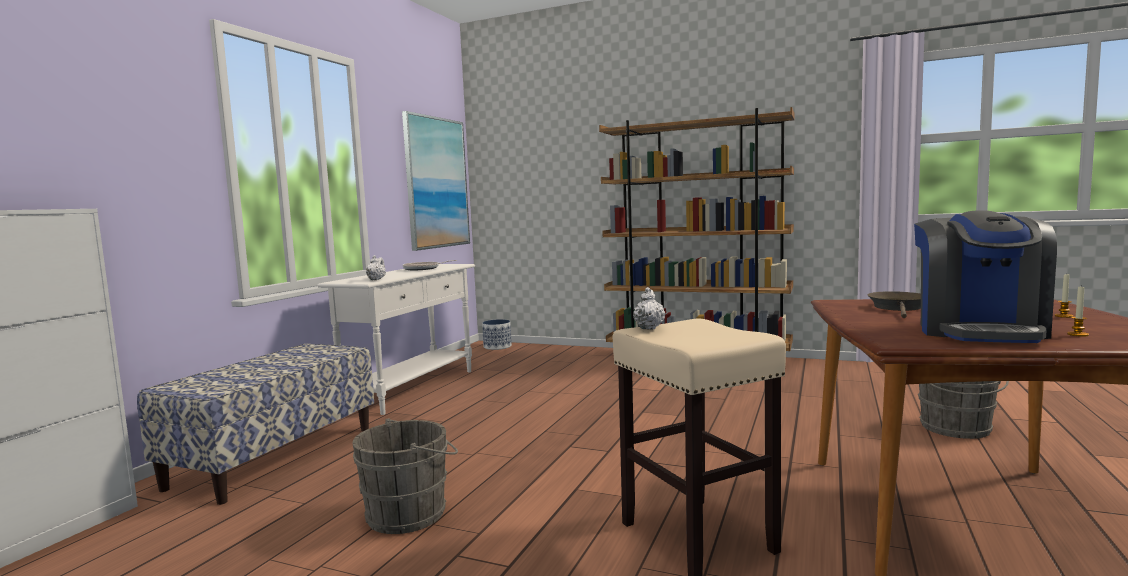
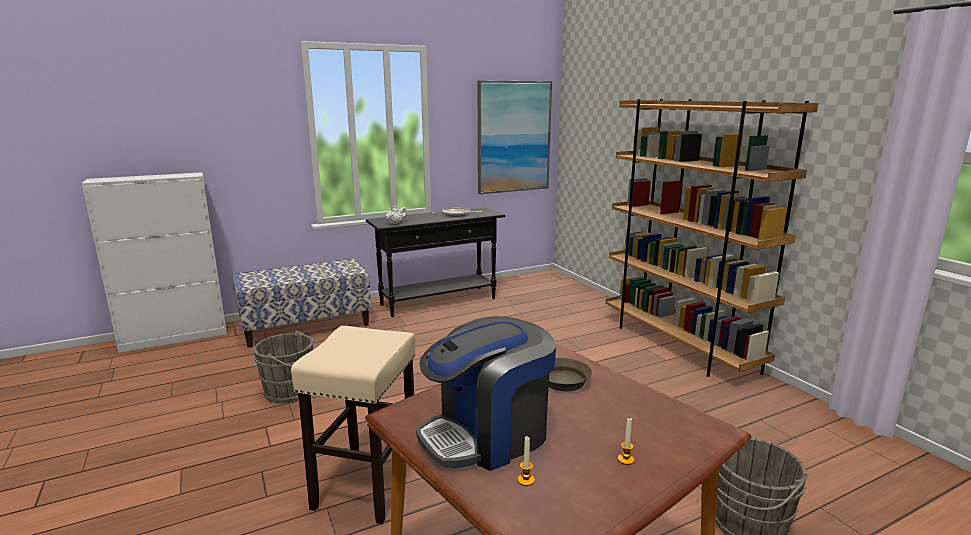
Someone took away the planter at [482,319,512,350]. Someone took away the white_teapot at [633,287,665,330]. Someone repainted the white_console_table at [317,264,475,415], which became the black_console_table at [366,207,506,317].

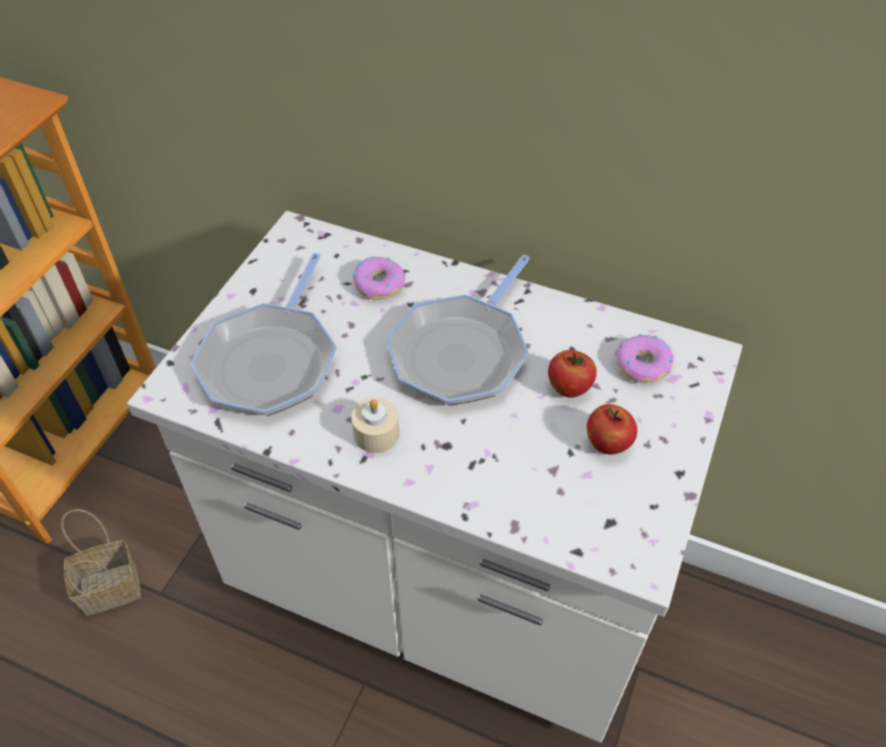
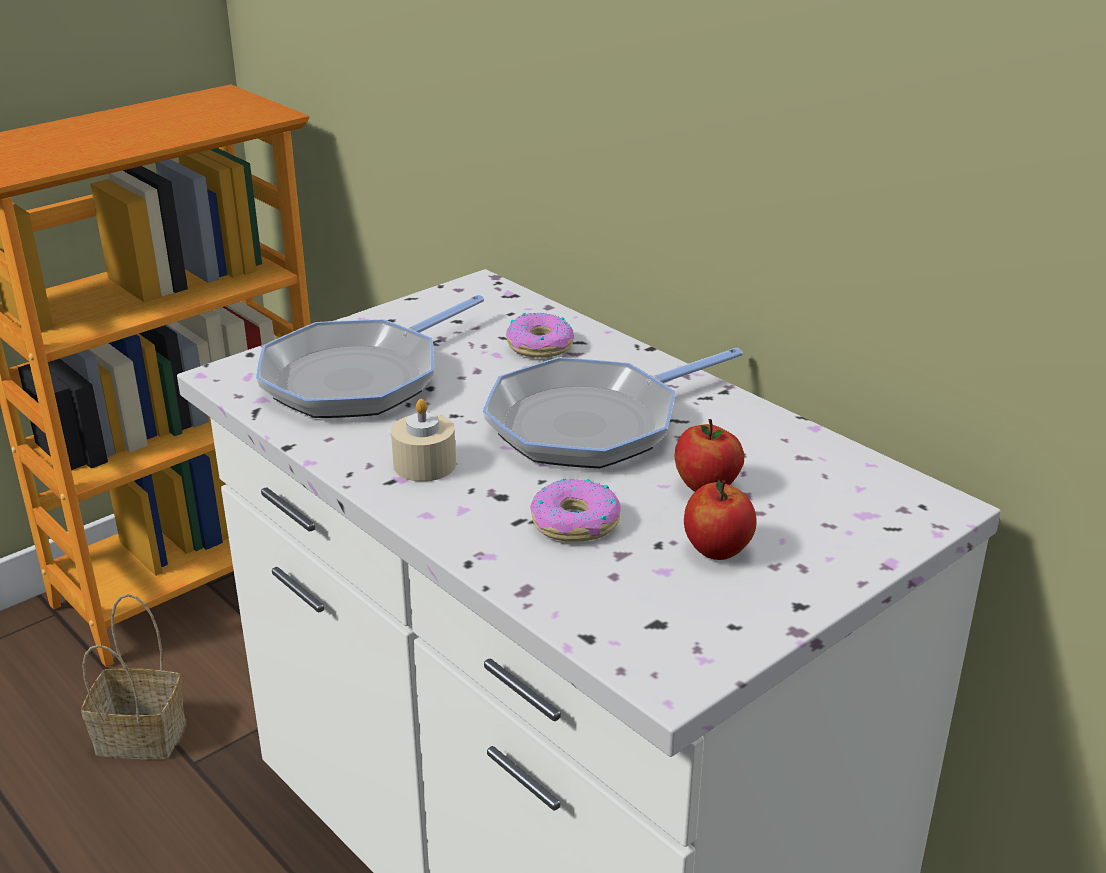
Someone carried the donut from [615,334,674,383] to [530,479,621,542].

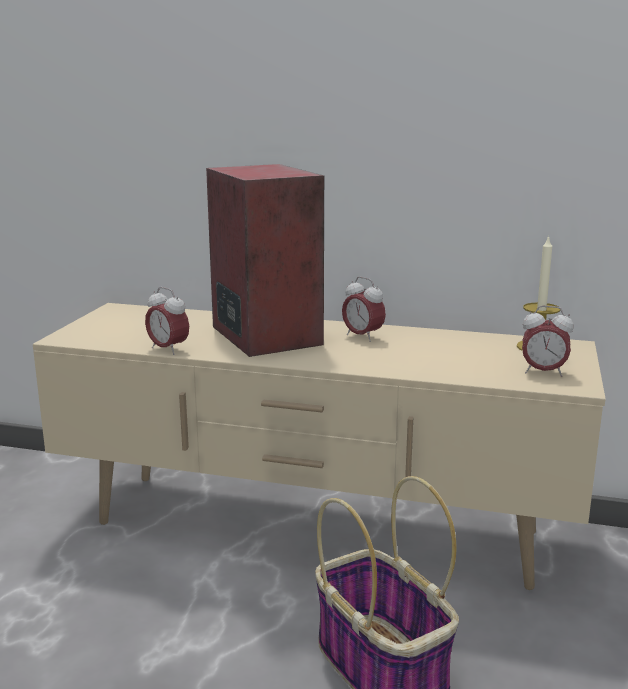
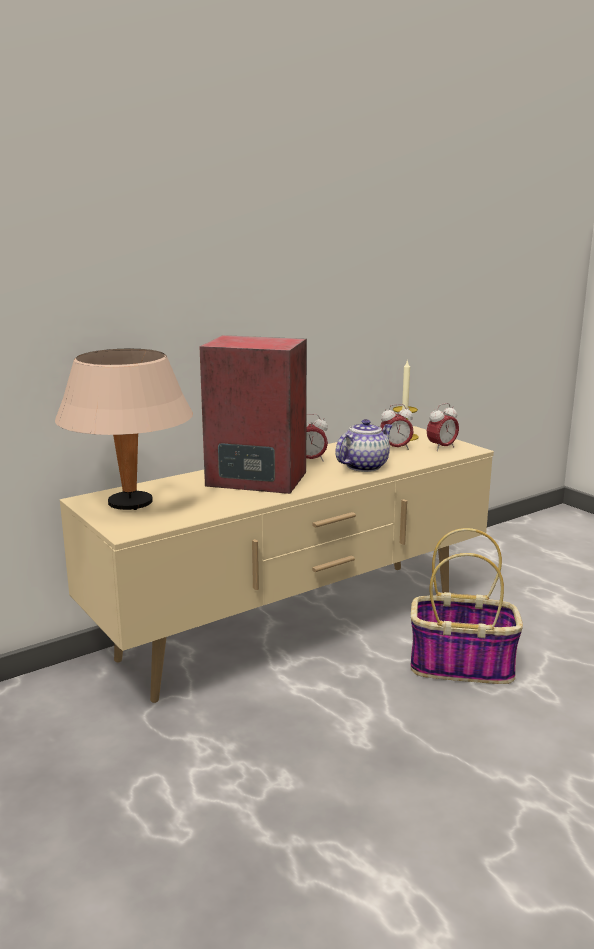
Someone put down the beige_table_lamp at [55,349,193,510]. Someone put down the teapot at [335,419,393,472]. Someone carried the alarm_clock from [145,287,189,355] to [380,404,414,450].

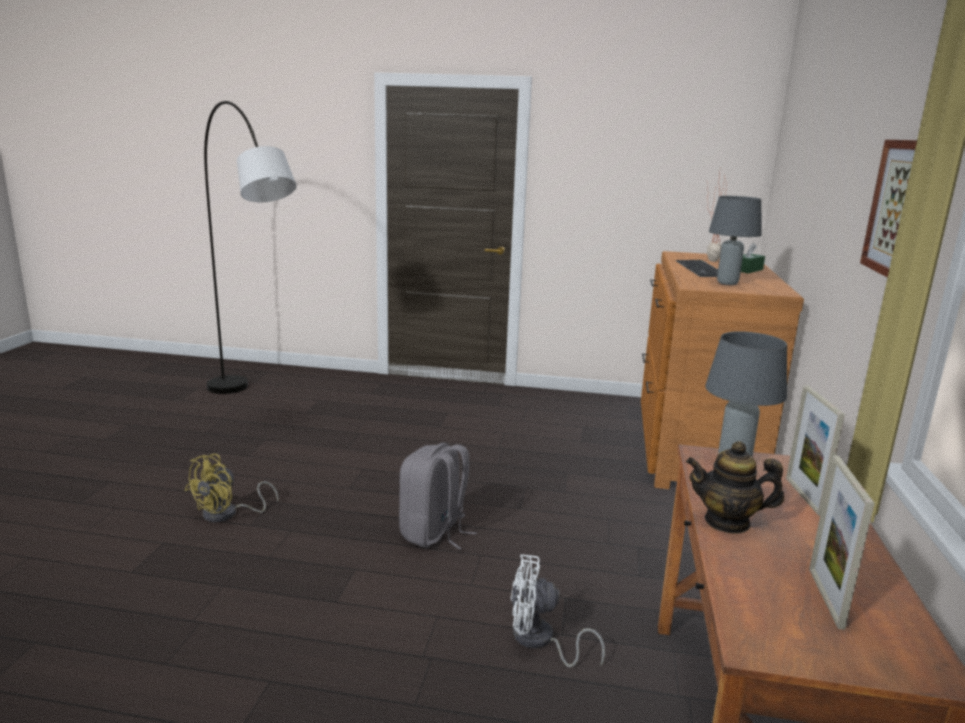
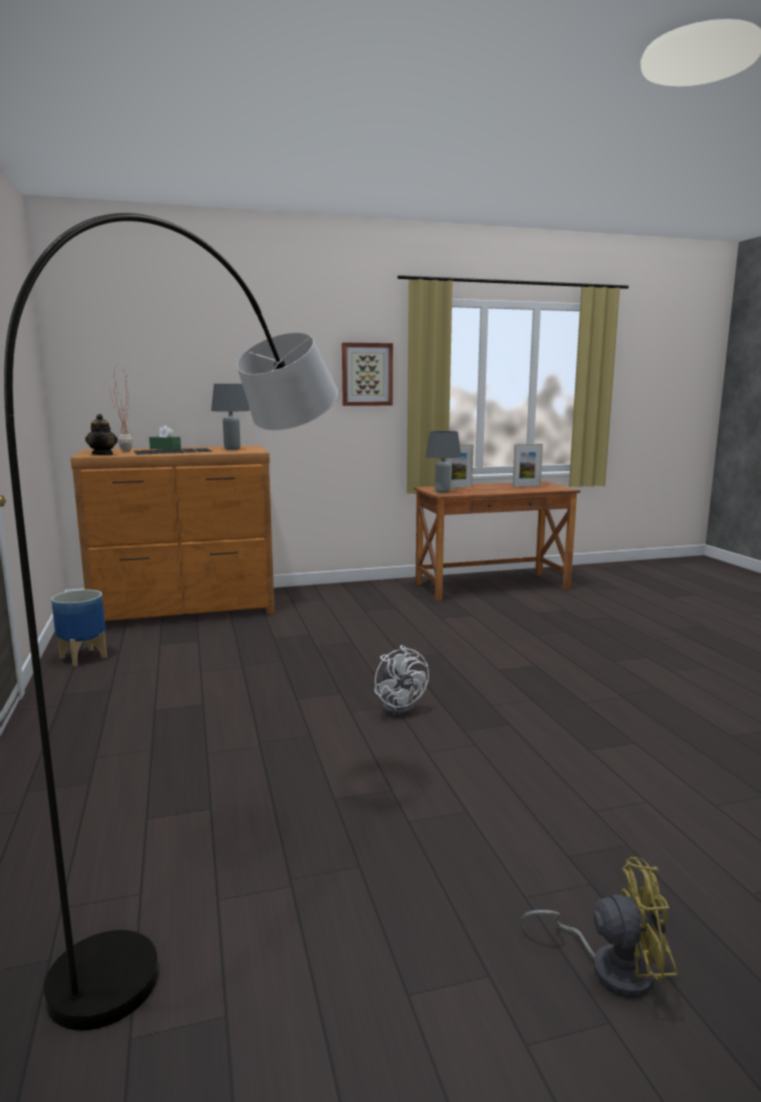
Someone took away the grey_backpack at [399,443,477,550]. Someone put down the planter at [51,589,107,667]. Someone carried the yellow_fan from [185,454,279,522] to [521,857,677,998]. Someone carried the white_fan from [511,554,605,667] to [374,645,429,717]. Someone carried the teapot from [686,441,784,534] to [85,414,118,455].

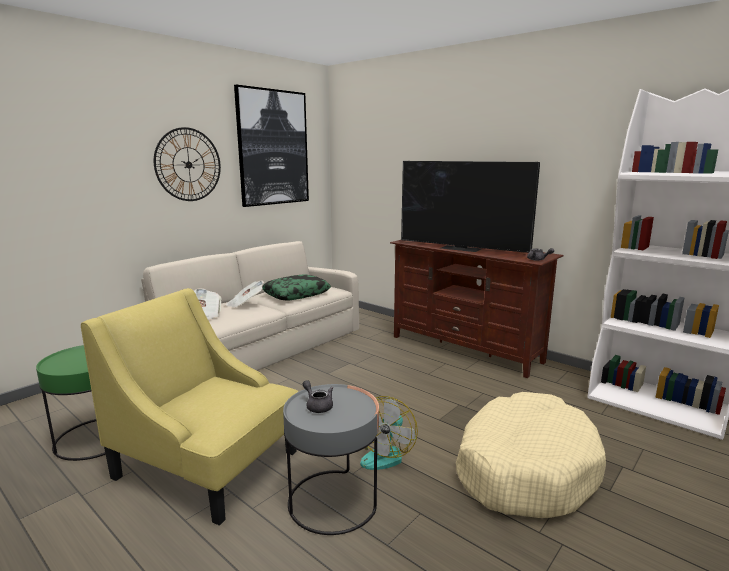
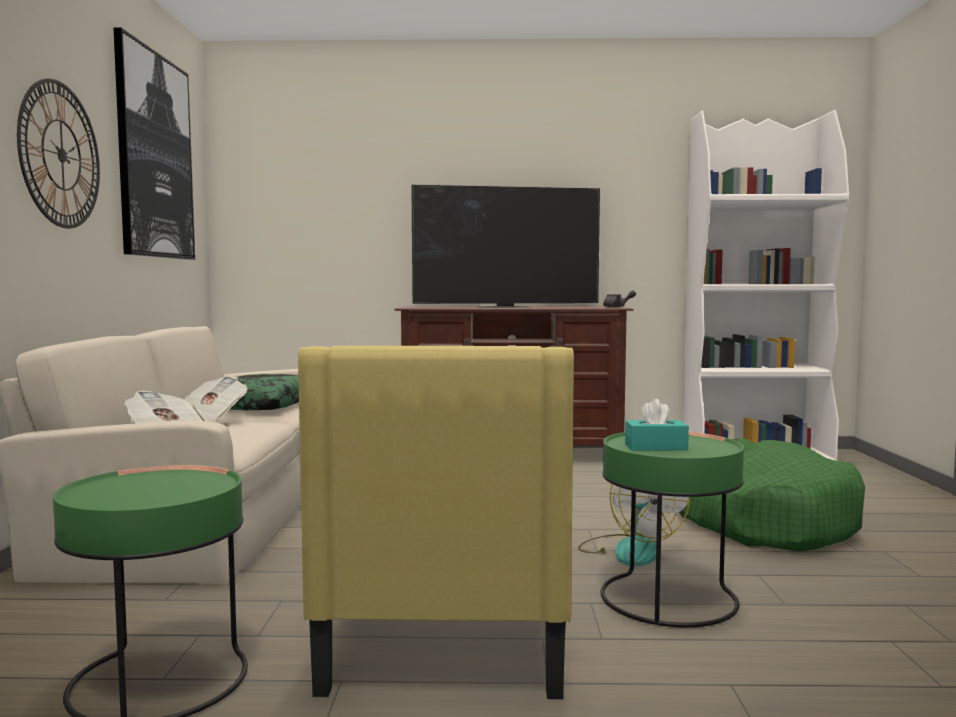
Someone swapped the grey_teapot at [303,380,333,413] for the turquoise_tissue_box at [625,399,689,451]. Someone repainted the grey_side_table at [283,384,379,535], which became the green_side_table at [601,432,744,627]. Someone repainted the beige_dog_bed at [456,392,606,518], which became the green_dog_bed at [679,438,865,552]. Someone rotated the yellow_armchair at [81,288,298,526] by 75 degrees counterclockwise.

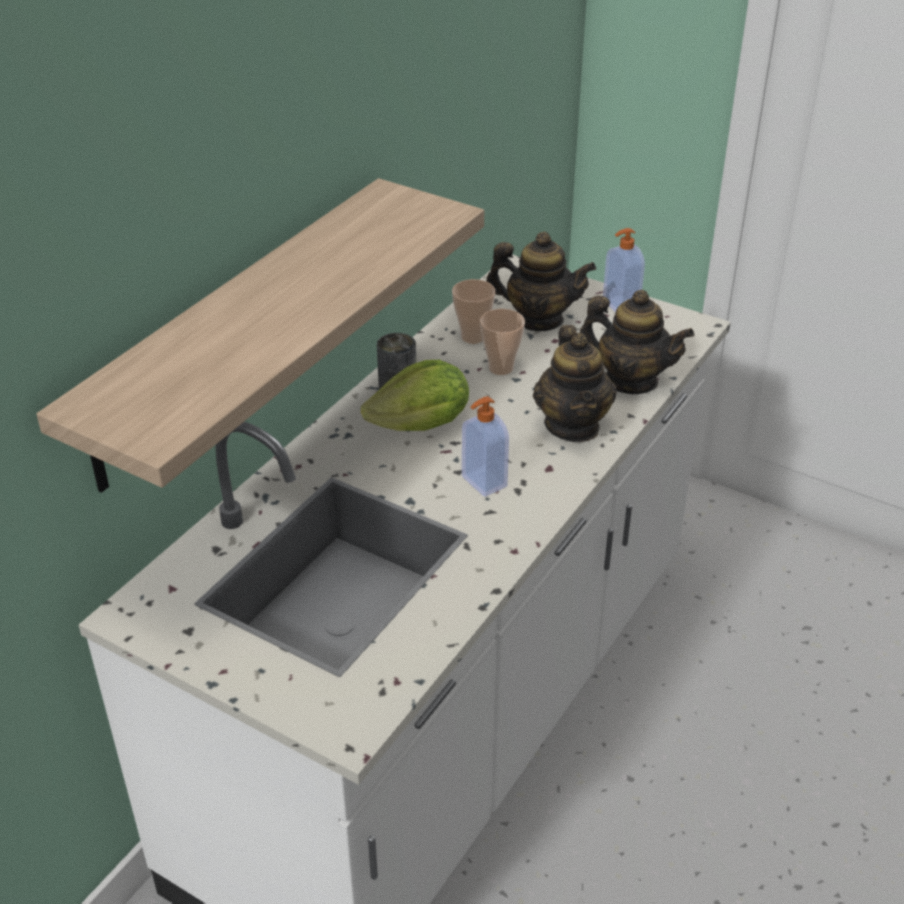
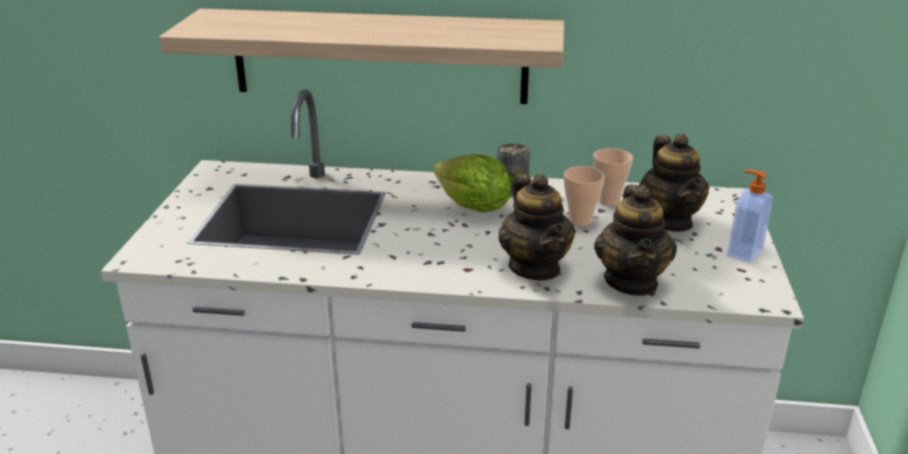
Someone took away the soap_dispenser at [462,396,509,497]. Someone rotated the teapot at [533,325,617,442] by 75 degrees counterclockwise.

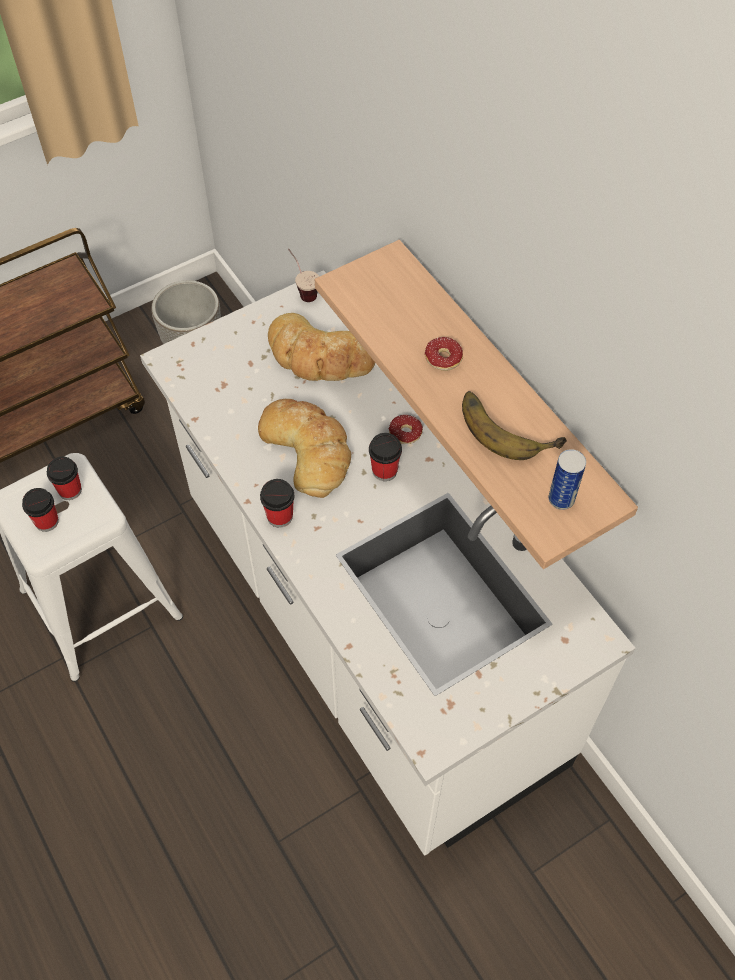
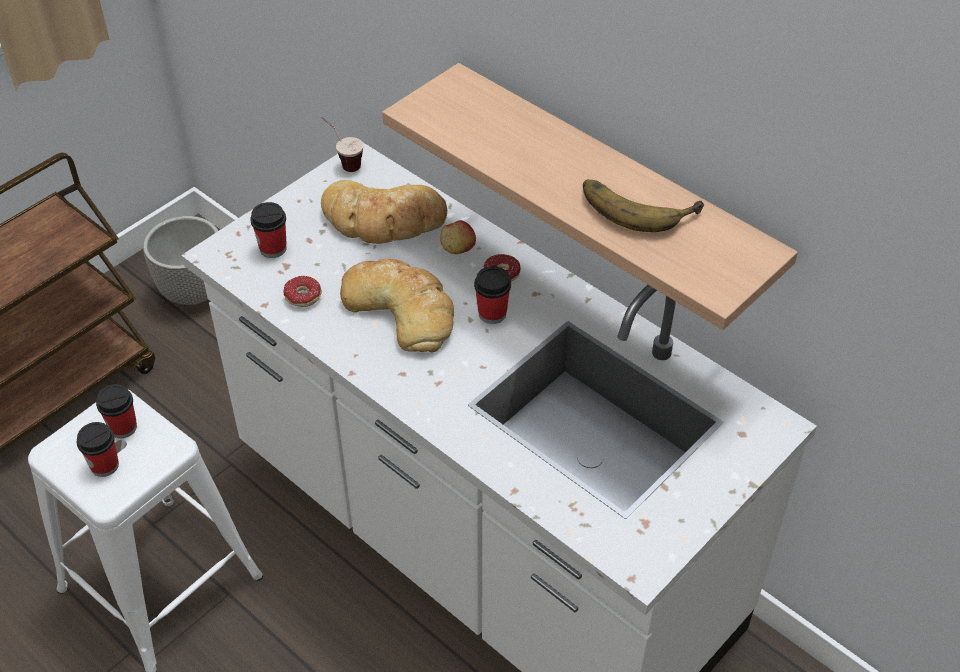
Someone took away the can at [549,449,586,510]. Someone put down the apple at [440,220,476,254]. Someone carried the cup from [260,479,295,528] to [250,202,287,258]. Someone carried the donut from [425,337,463,371] to [284,276,322,307].

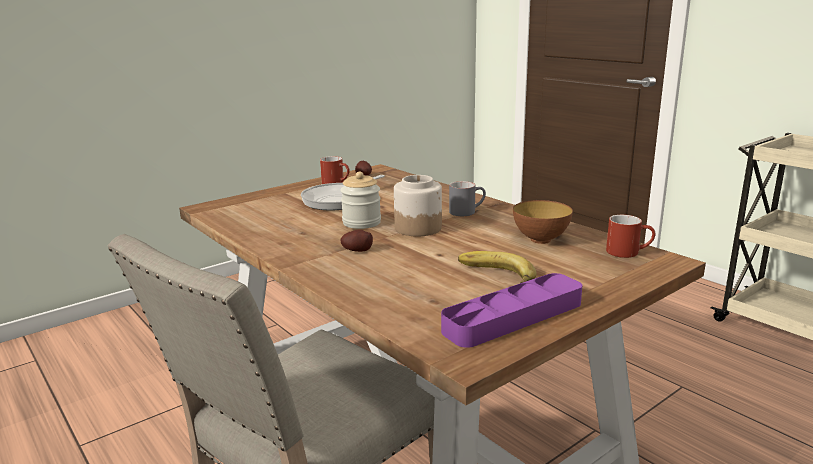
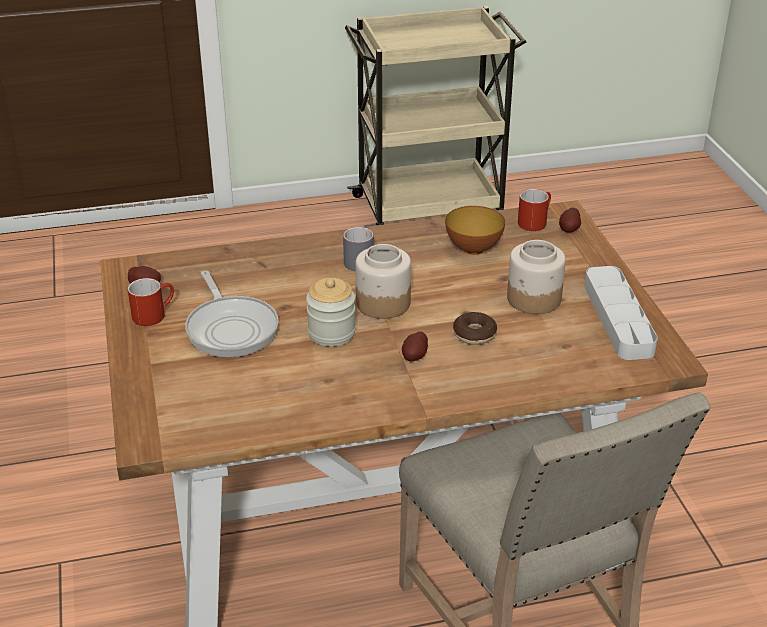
Someone put down the donut at [453,312,497,345]. Someone put down the potato at [559,208,581,233]. Someone swapped the banana at [458,251,537,283] for the jar at [507,240,566,314]. Someone repainted the purple_tray at [441,273,582,348], which became the grey_tray at [584,266,658,360].

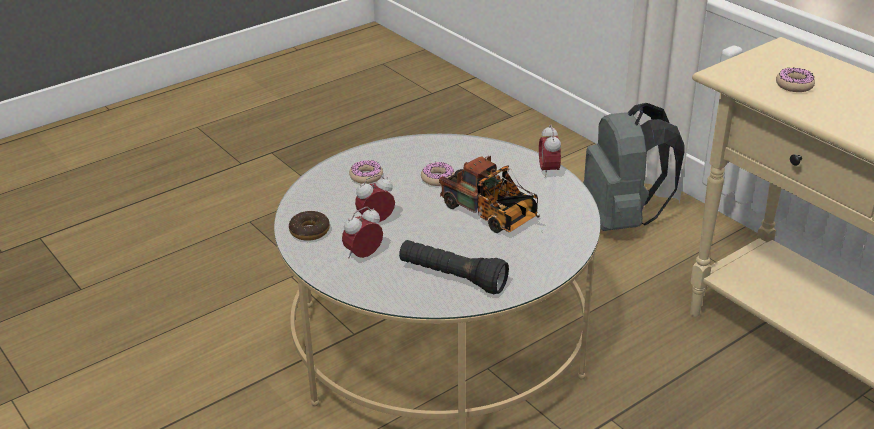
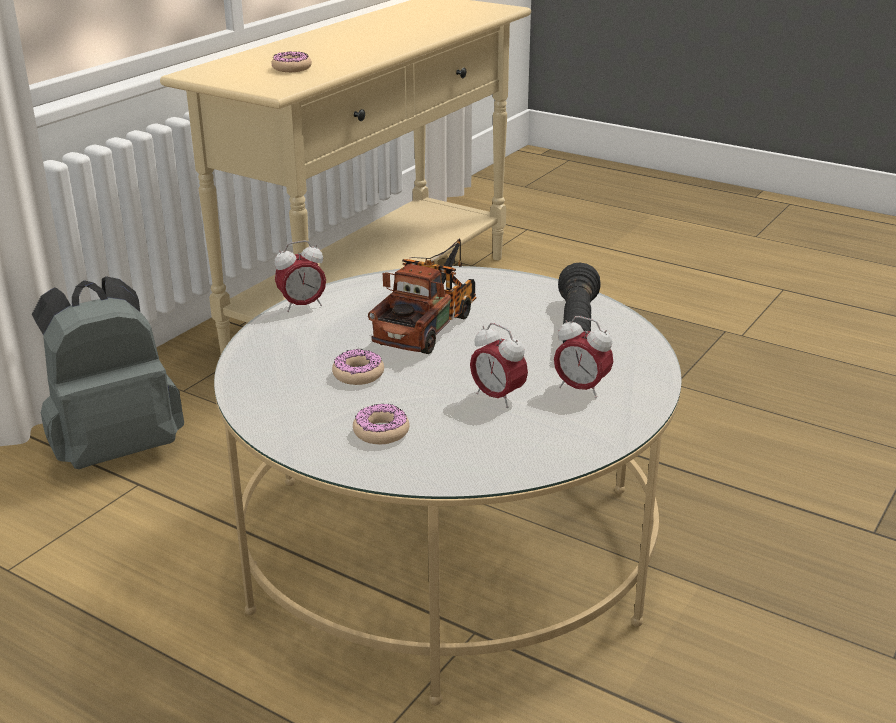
Someone took away the donut at [289,211,330,241].

